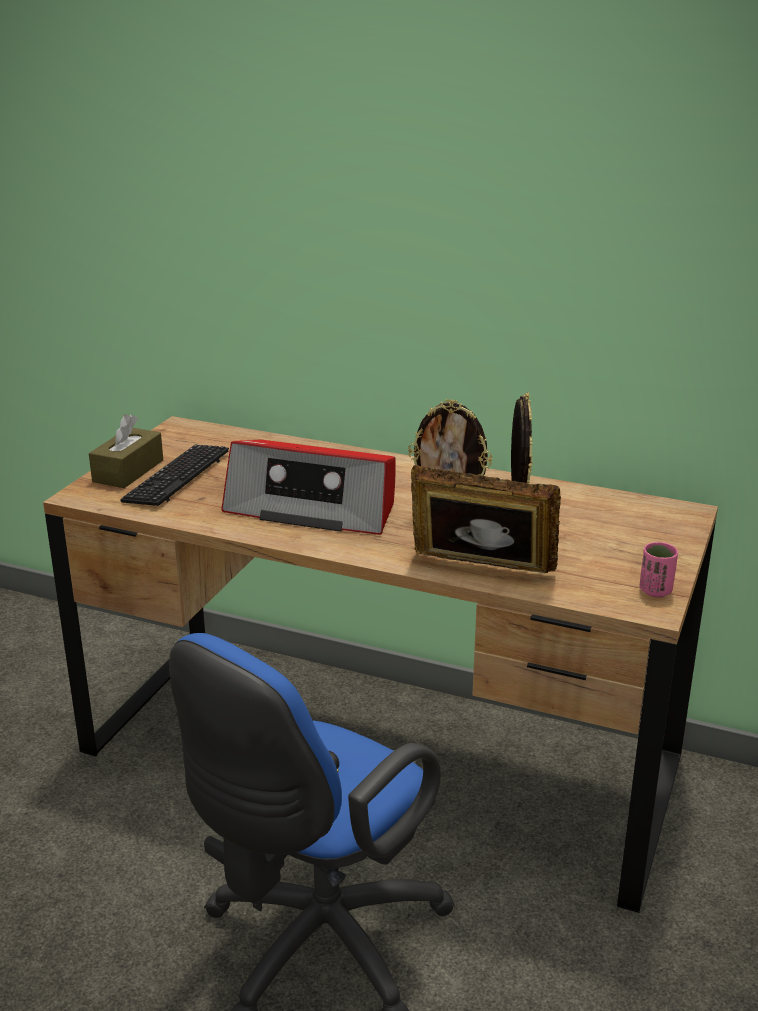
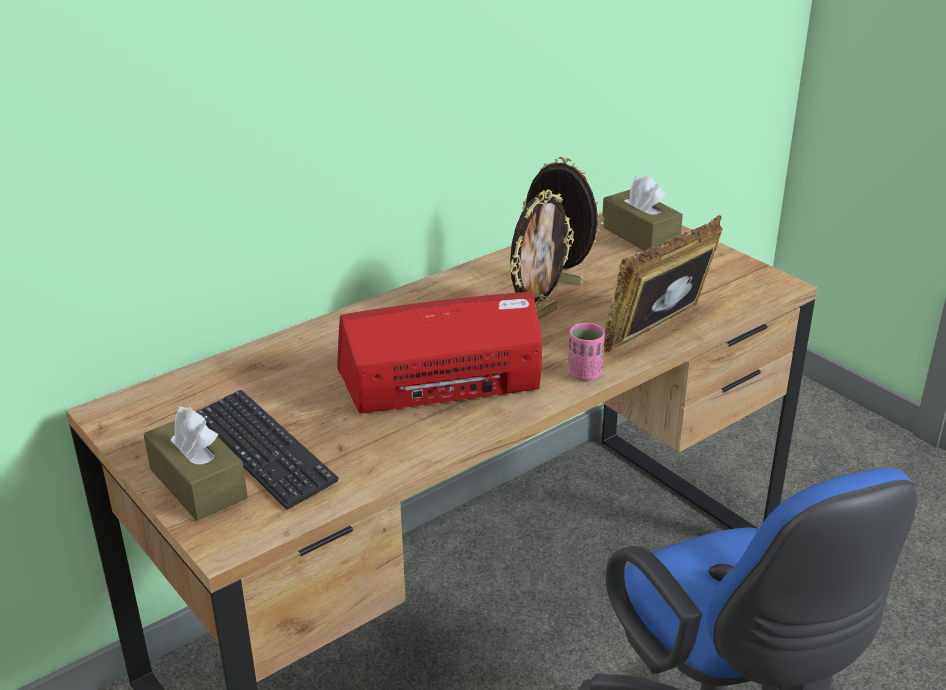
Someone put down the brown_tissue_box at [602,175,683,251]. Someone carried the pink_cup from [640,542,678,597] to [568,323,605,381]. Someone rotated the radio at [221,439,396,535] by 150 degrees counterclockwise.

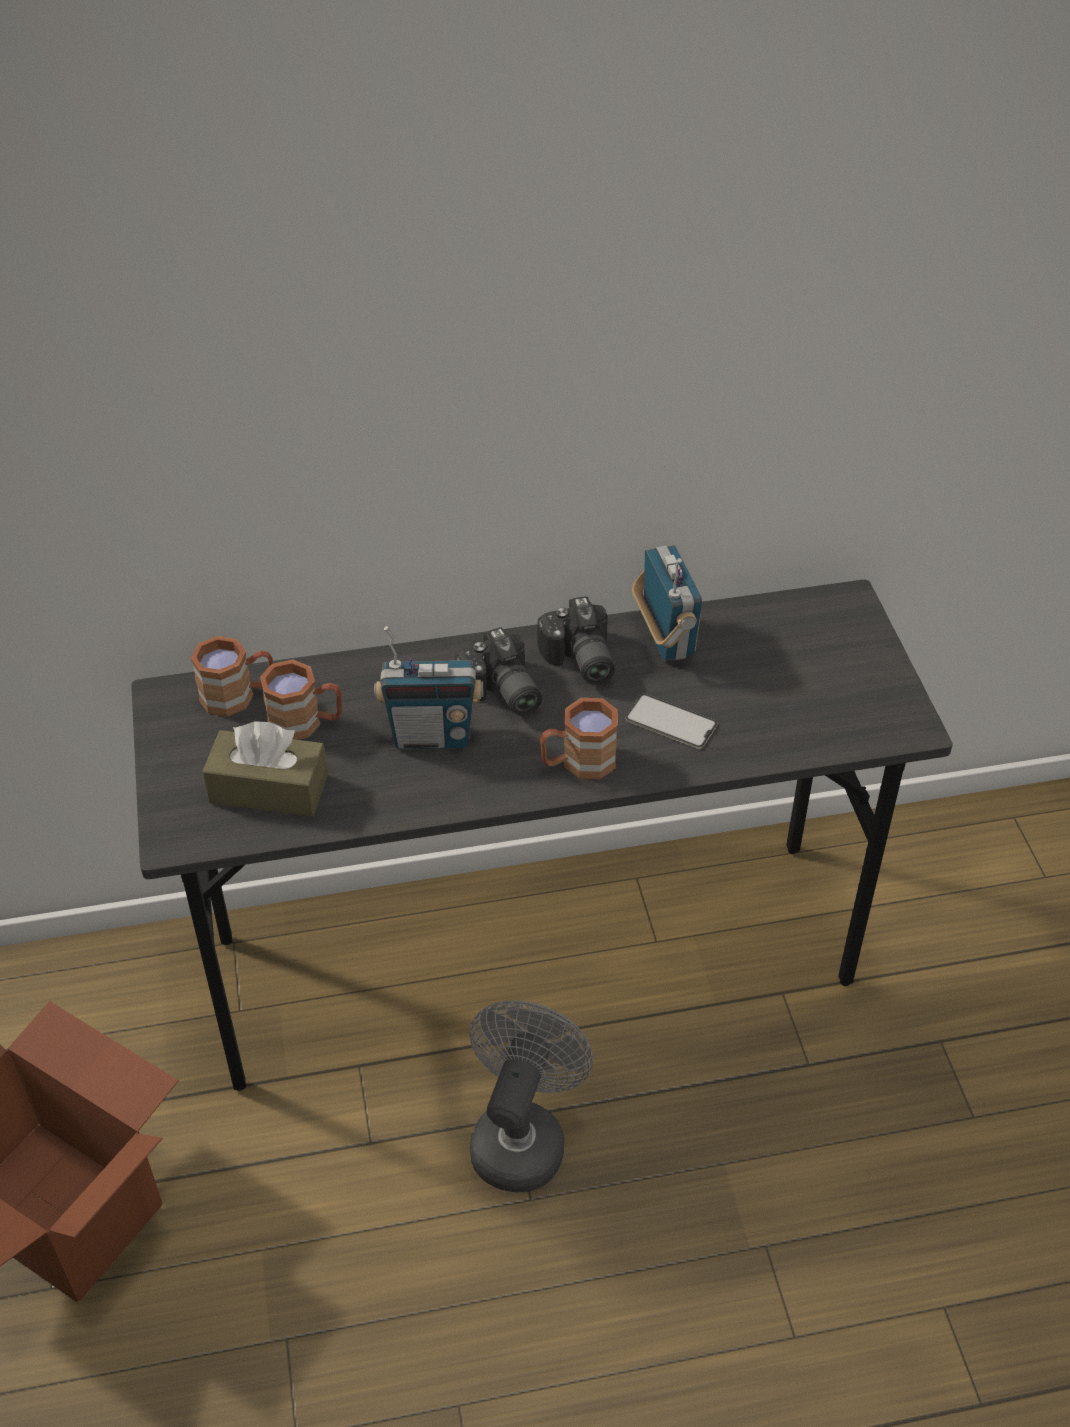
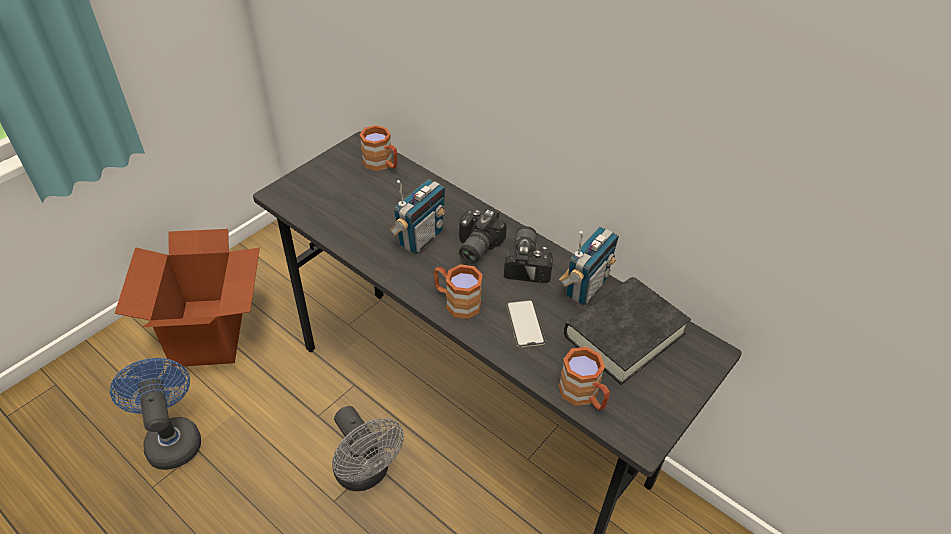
Someone took away the brown_tissue_box at [202,721,328,816]. Someone put down the blue_fan at [110,358,201,470]. Someone put down the black_book at [564,277,691,385]. Someone carried the brown_mug from [260,660,342,740] to [558,347,610,410]. Someone rotated the radio at [374,626,483,749] by 105 degrees counterclockwise. Someone rotated the grey_fan at [469,1000,593,1193] by 75 degrees clockwise. Someone rotated the photo_camera at [537,596,614,685] by 150 degrees clockwise.

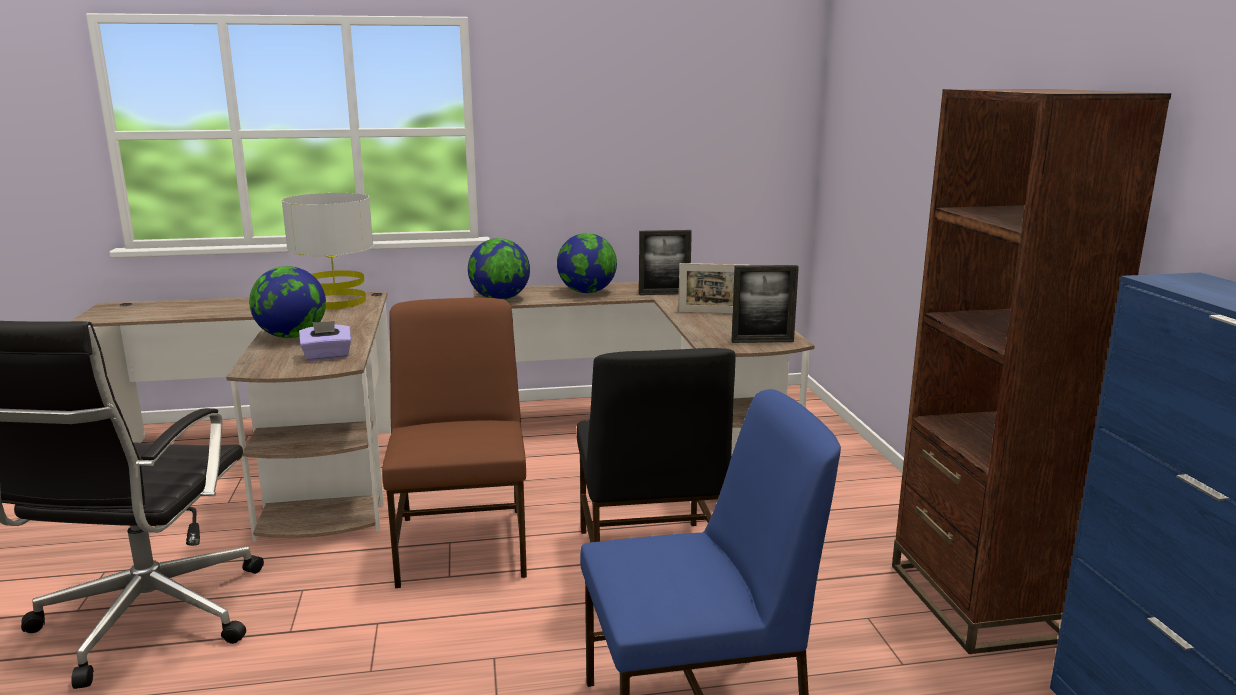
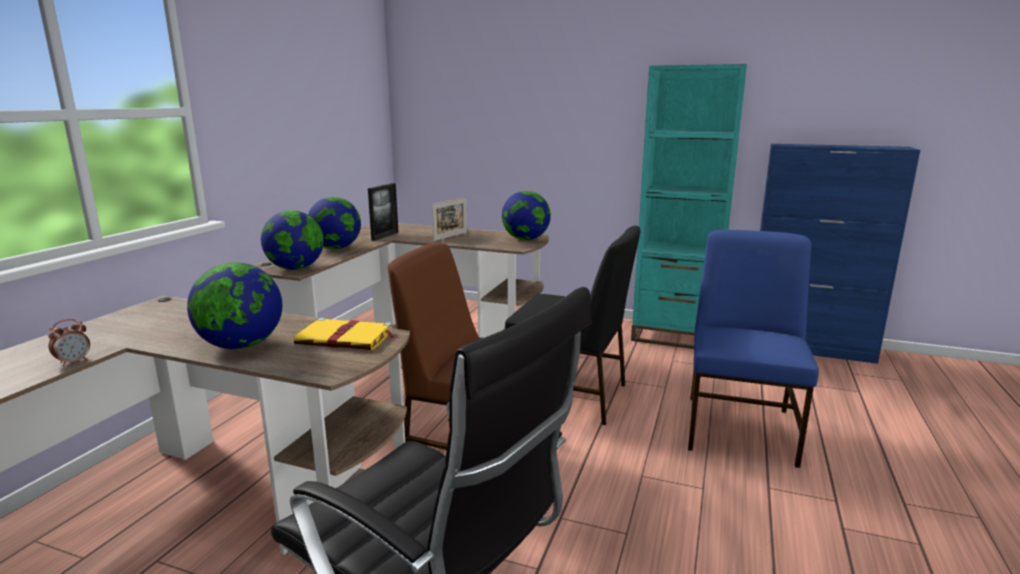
Someone took away the grey_table_lamp at [281,193,374,309]. Someone put down the alarm_clock at [48,319,90,367]. Someone swapped the purple_tissue_box at [299,321,351,361] for the yellow_book at [294,318,394,350]. Someone swapped the picture_frame at [732,265,799,343] for the globe at [502,191,551,240]. Someone repainted the brown_bookcase at [892,89,1171,654], which became the turquoise_bookcase at [631,64,747,349].

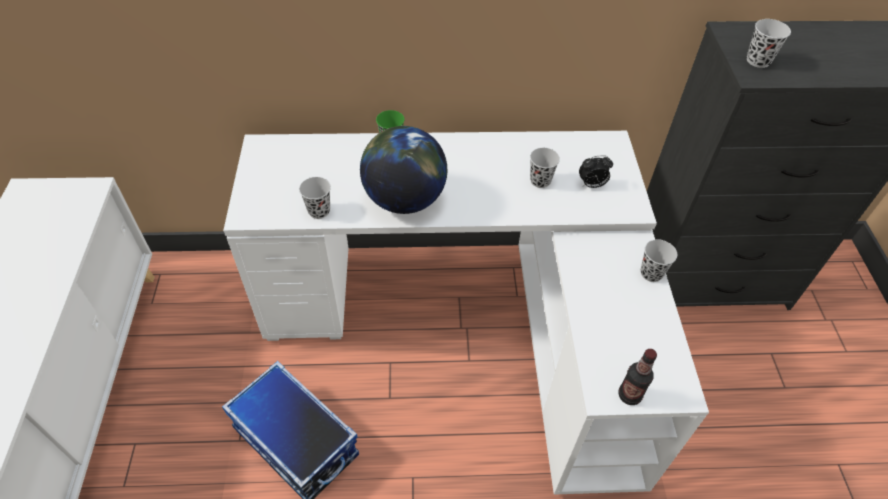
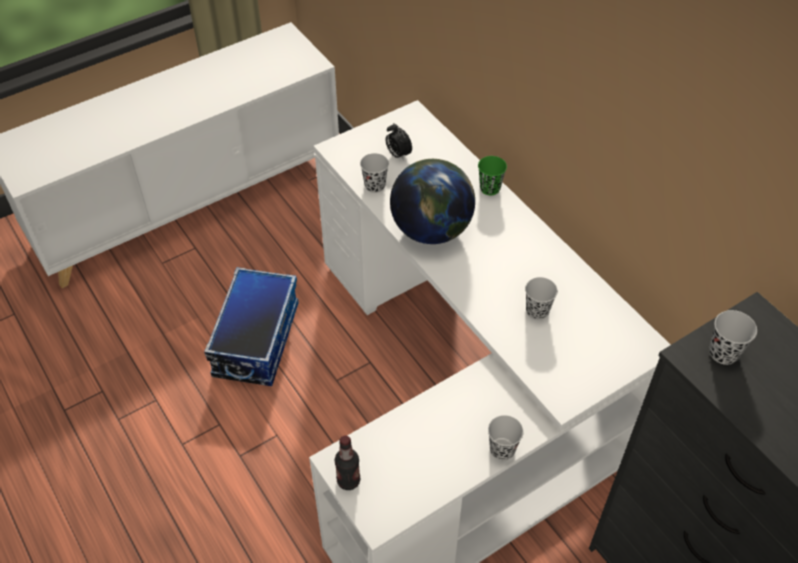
Someone carried the alarm_clock from [579,155,613,188] to [386,123,412,161].

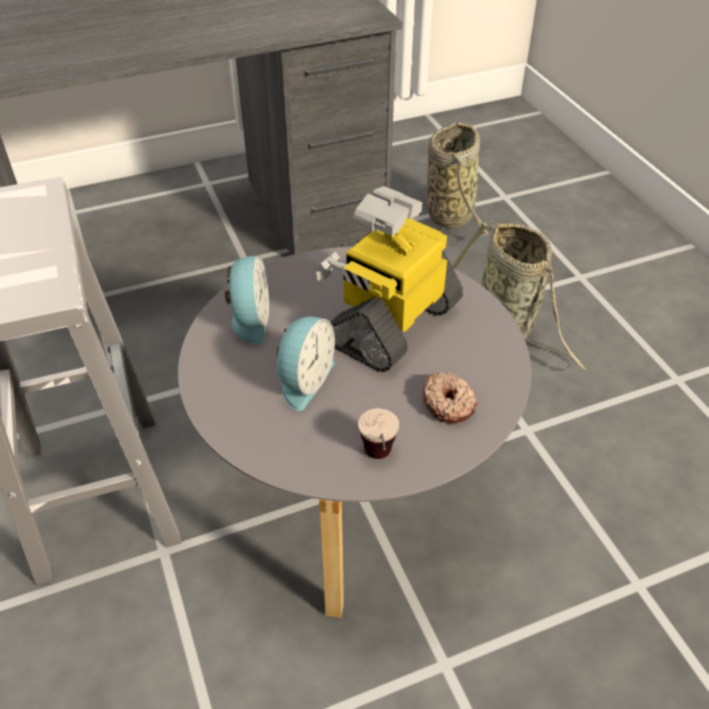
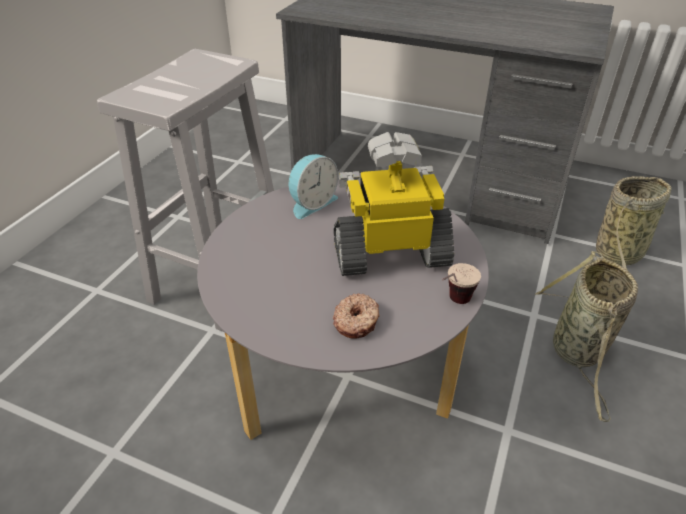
Someone took away the alarm_clock at [277,316,335,411]. Someone carried the cup from [358,408,399,459] to [442,263,481,304].

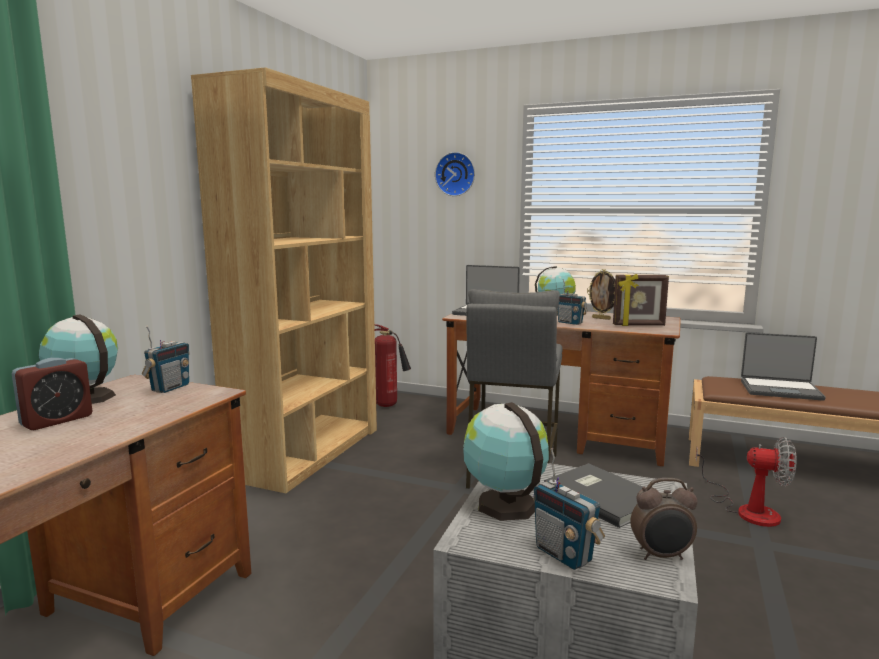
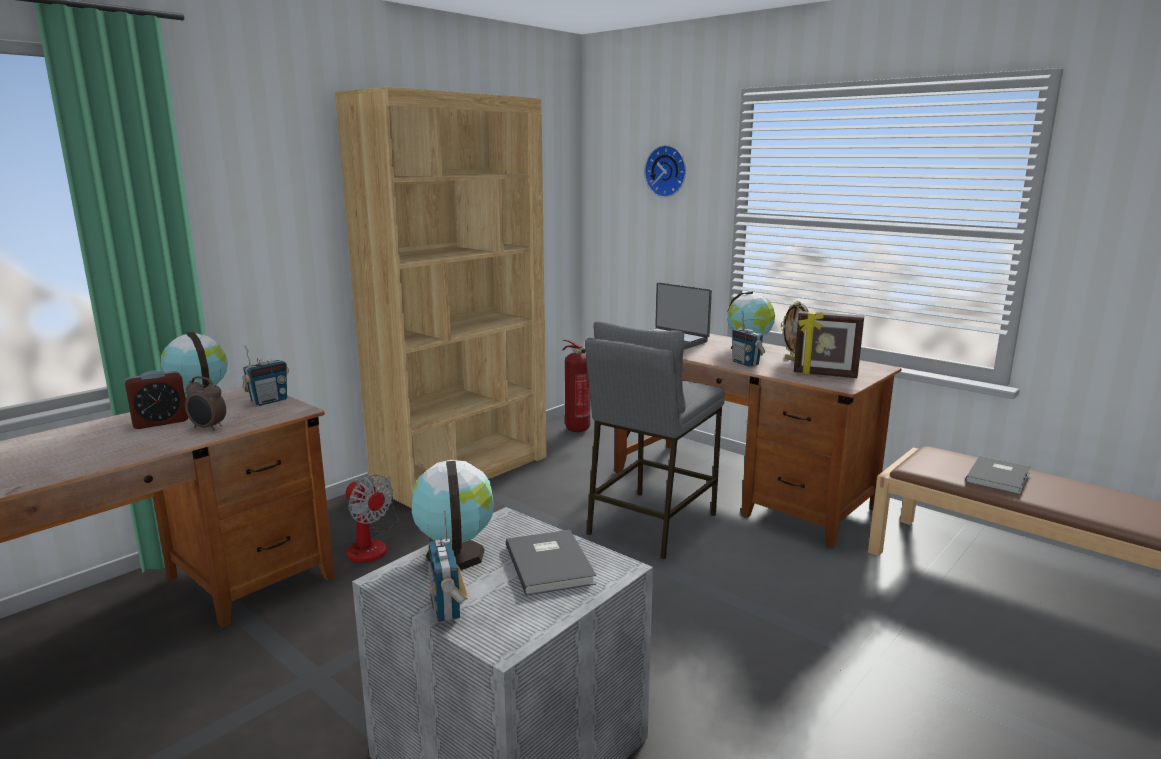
Someone carried the alarm_clock from [630,478,698,560] to [185,376,226,431]. Someone carried the fan from [696,437,796,527] to [346,475,399,563]. Someone swapped the laptop at [741,332,826,401] for the grey_book at [965,456,1031,495].

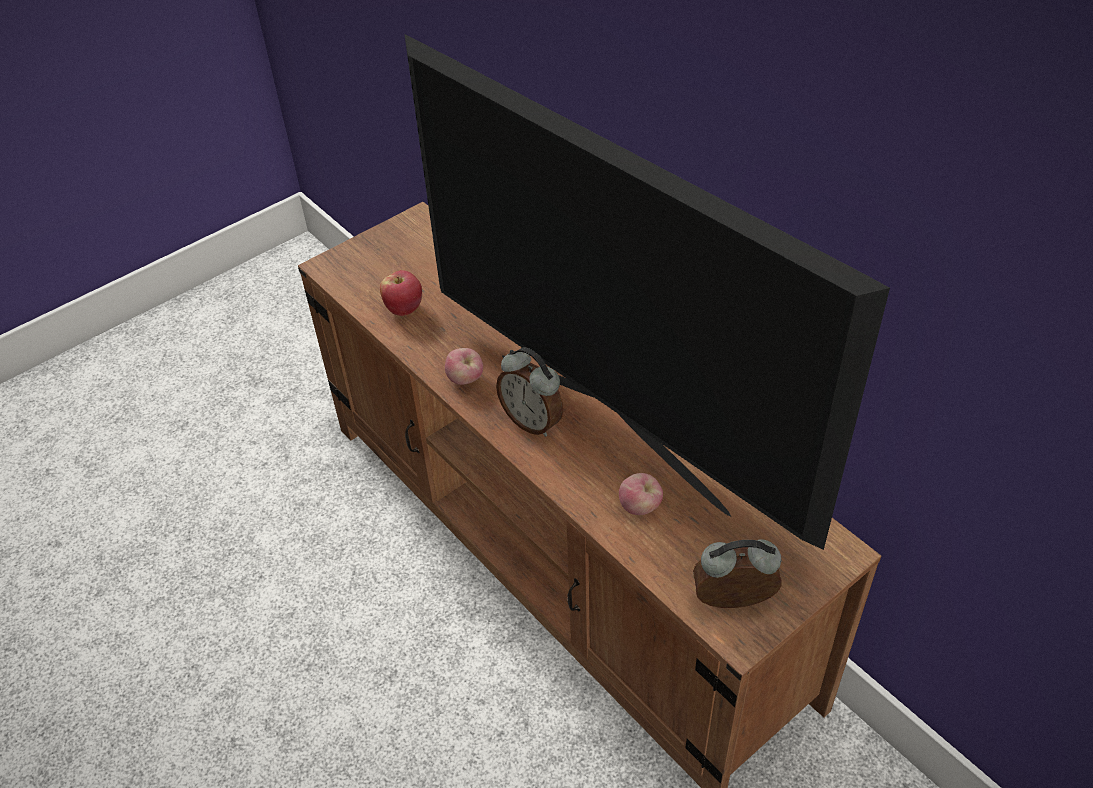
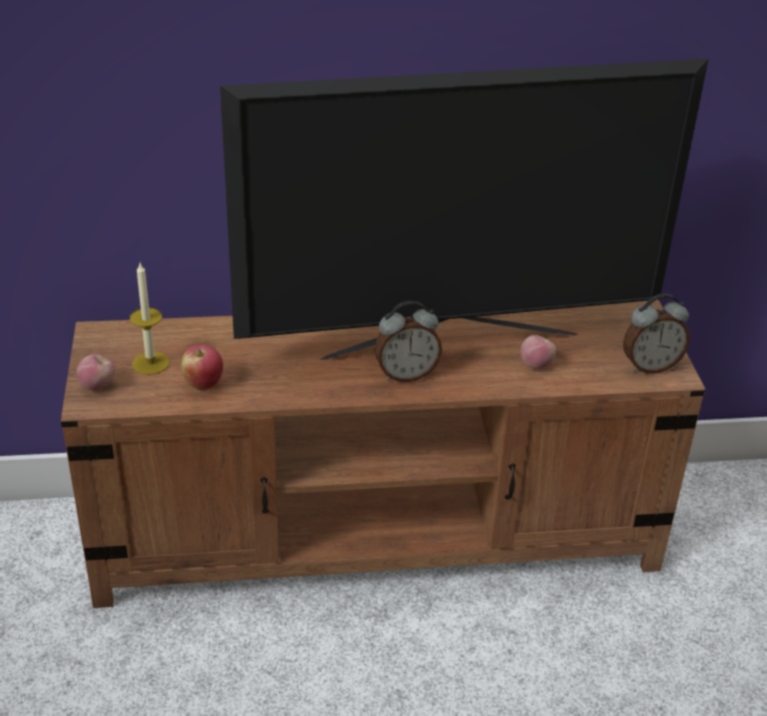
Someone put down the candle at [130,263,169,375]. Someone carried the apple from [445,348,483,385] to [76,354,115,391]. Someone rotated the alarm_clock at [693,539,782,608] by 135 degrees counterclockwise.

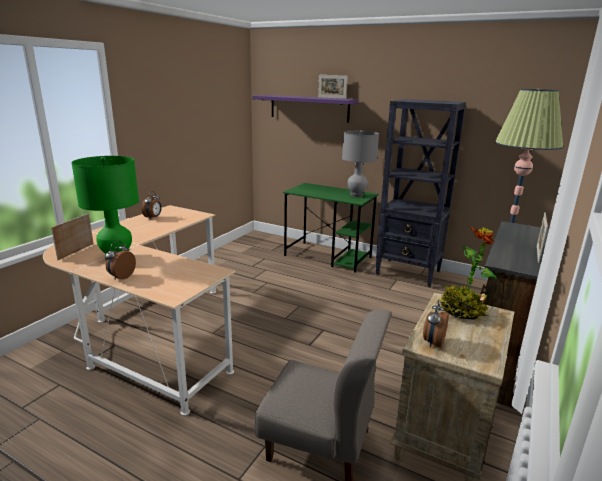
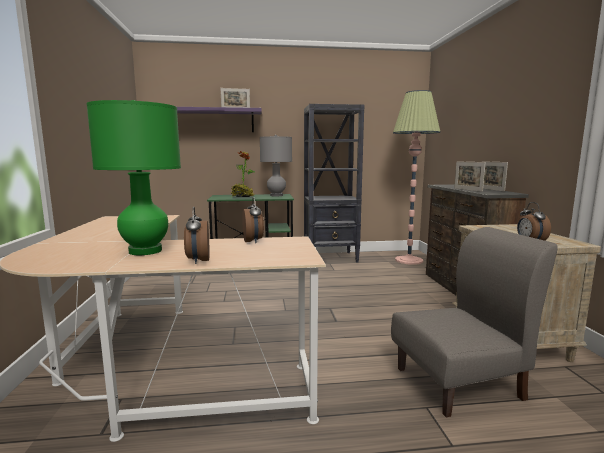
Someone carried the picture_frame from [51,213,94,260] to [454,161,486,192]. Someone carried the alarm_clock from [141,191,162,219] to [242,197,264,243]. Someone carried the potted_plant from [439,226,497,320] to [231,151,255,197].

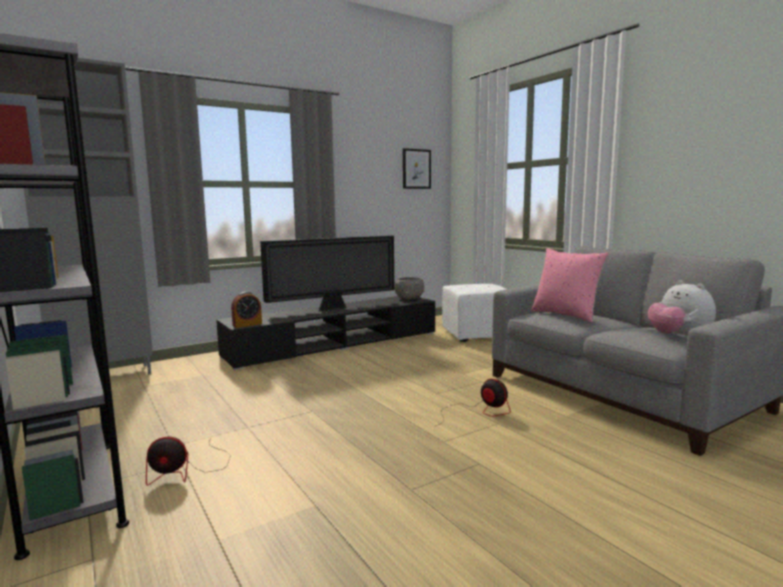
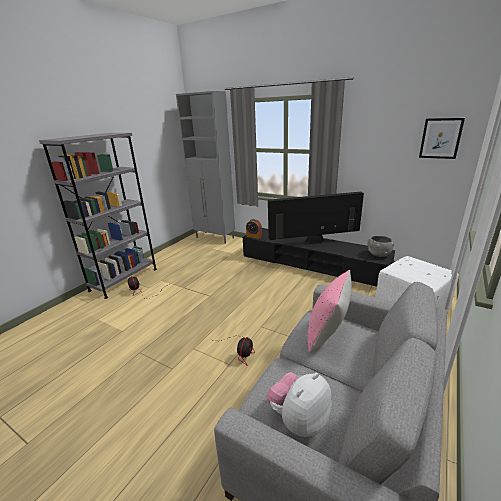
Someone rotated the television at [260,235,394,312] by 135 degrees clockwise.

